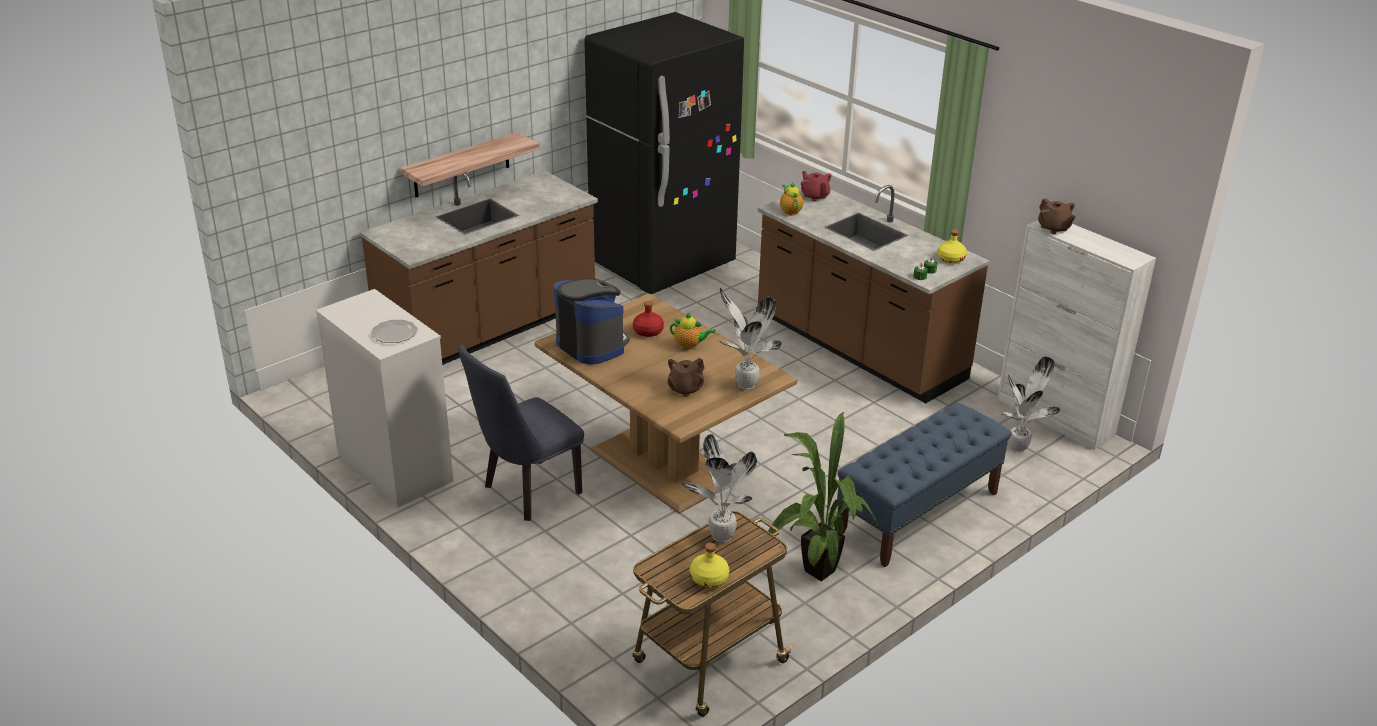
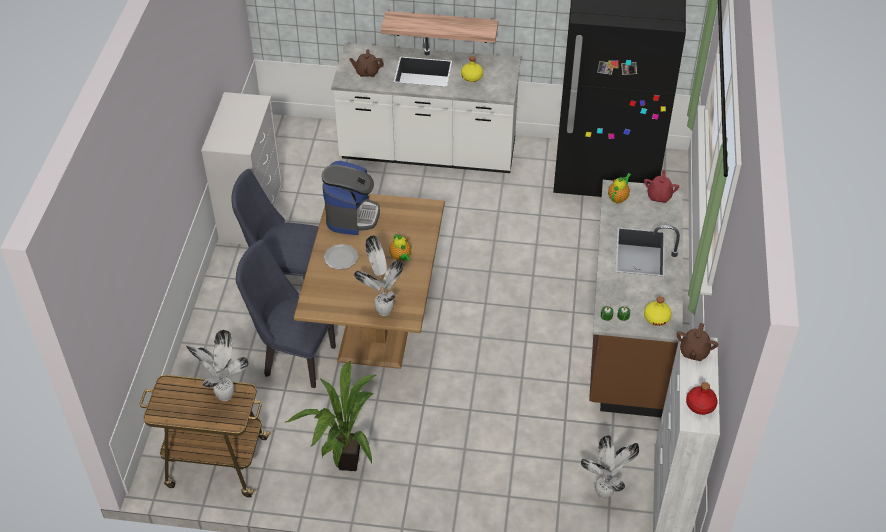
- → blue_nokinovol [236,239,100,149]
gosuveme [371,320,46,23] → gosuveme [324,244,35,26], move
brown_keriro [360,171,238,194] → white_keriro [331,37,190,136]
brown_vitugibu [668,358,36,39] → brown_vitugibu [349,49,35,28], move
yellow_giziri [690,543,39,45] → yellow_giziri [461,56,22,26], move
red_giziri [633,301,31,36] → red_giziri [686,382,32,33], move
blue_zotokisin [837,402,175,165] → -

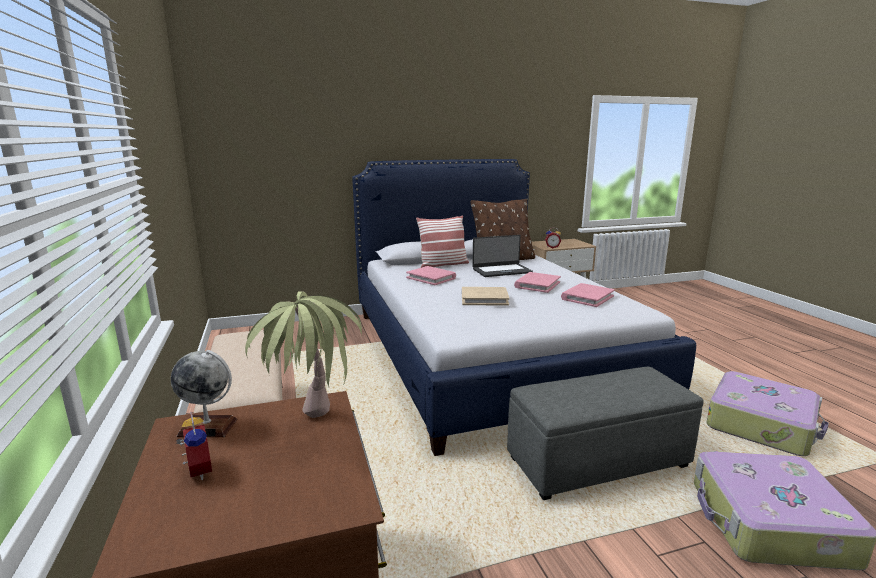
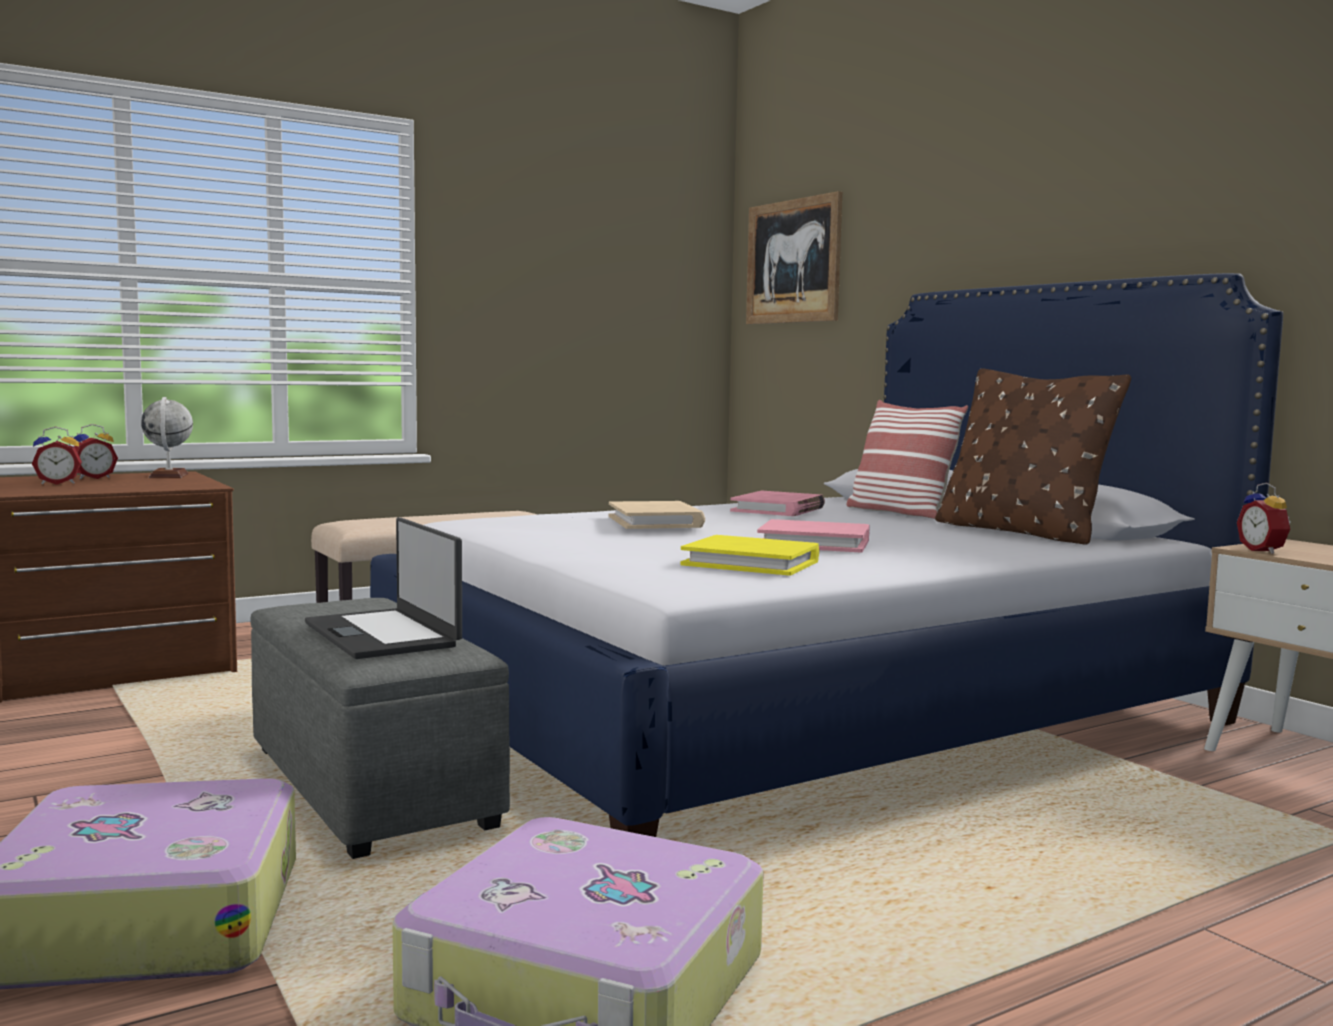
- → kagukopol [32,427,50,58]
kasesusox [472,235,61,42] → kasesusox [305,517,157,142], move
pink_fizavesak [561,283,54,24] → yellow_fizavesak [680,535,139,41]
- → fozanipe [746,191,96,133]
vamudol [245,292,117,126] → -

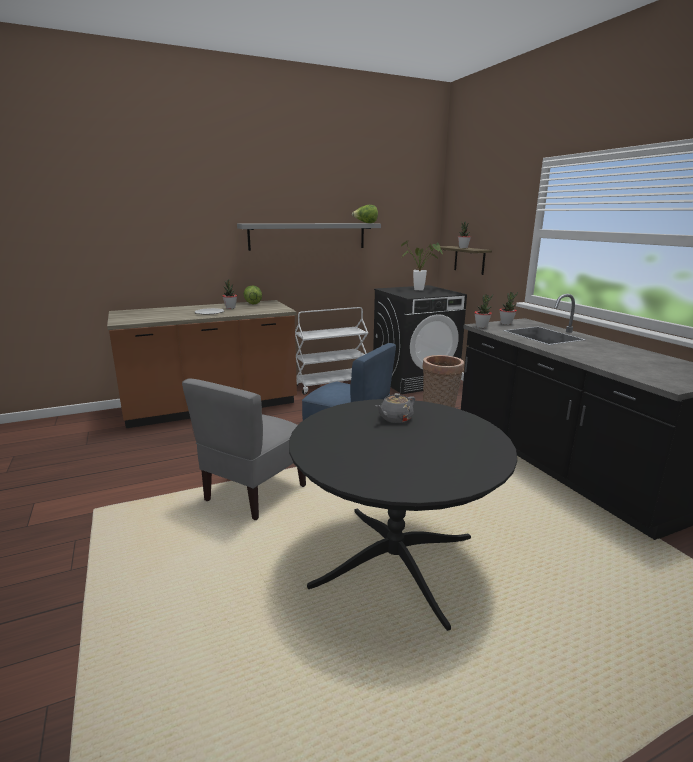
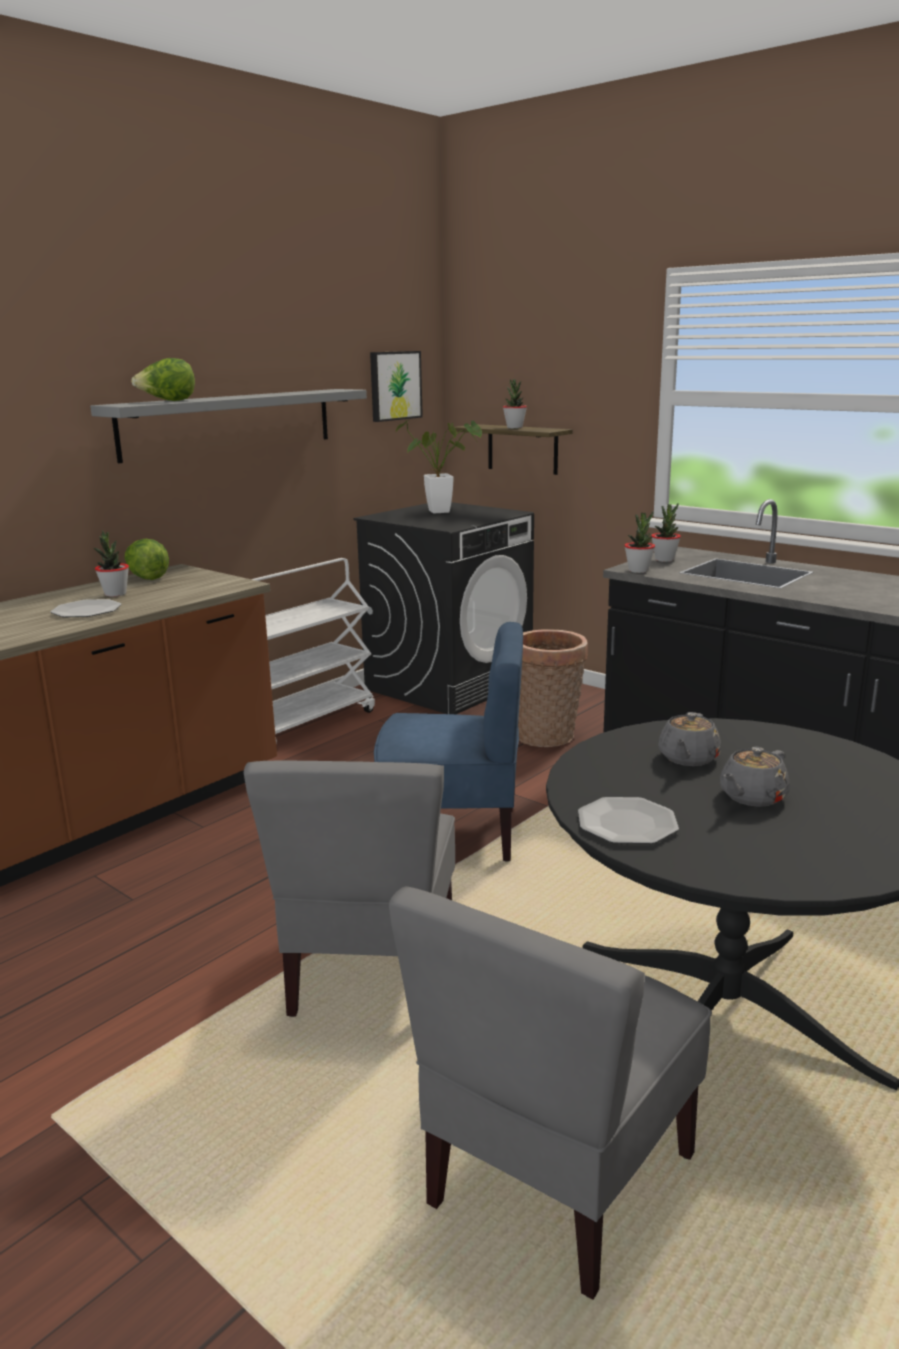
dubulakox [352,205,26,18] → dubulakox [131,358,64,43], move
- → fozanipe [370,351,53,71]
- → grey_nokinovol [389,886,323,414]
- → gosuveme [578,797,101,47]
- → grey_vitugibu [720,747,70,60]

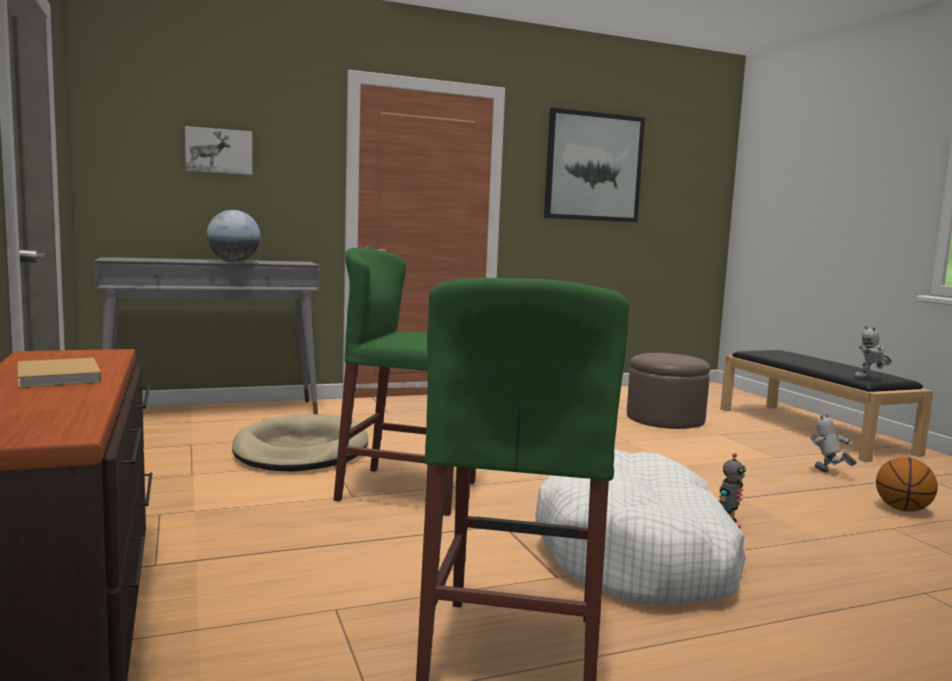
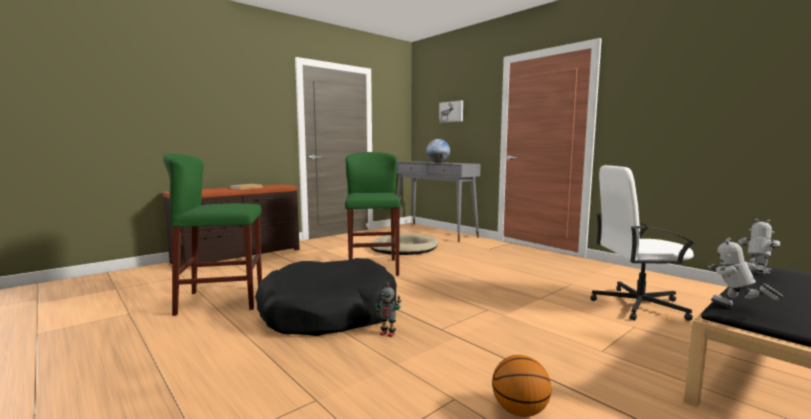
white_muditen [536,449,210,155] → black_muditen [255,258,142,78]
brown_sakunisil [627,353,83,76] → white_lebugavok [591,165,105,156]
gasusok [811,414,46,58] → gasusok [738,219,43,56], move
fozanipe [544,108,101,114] → -

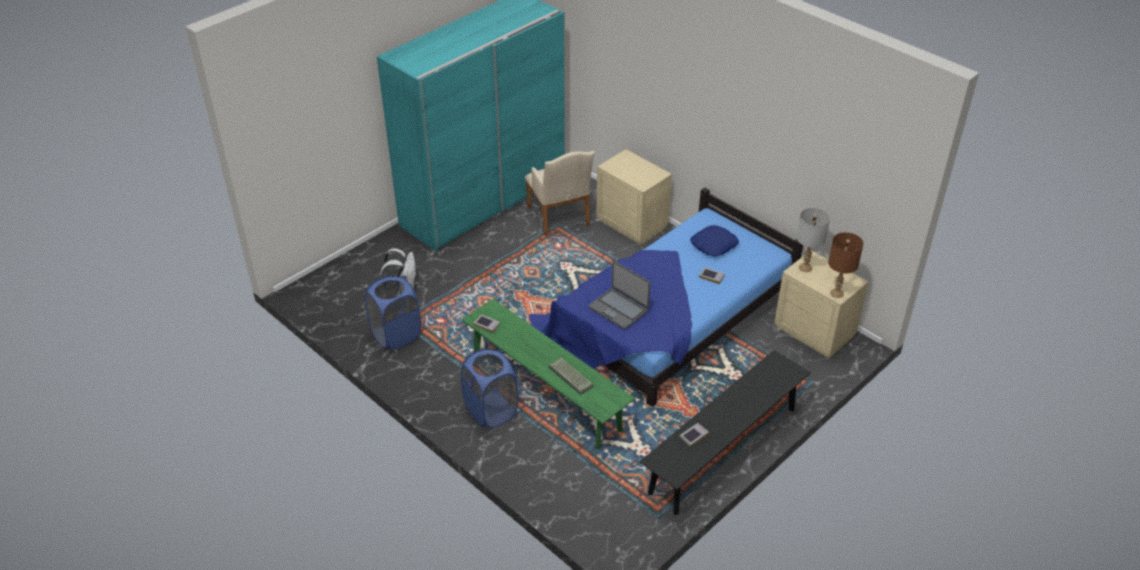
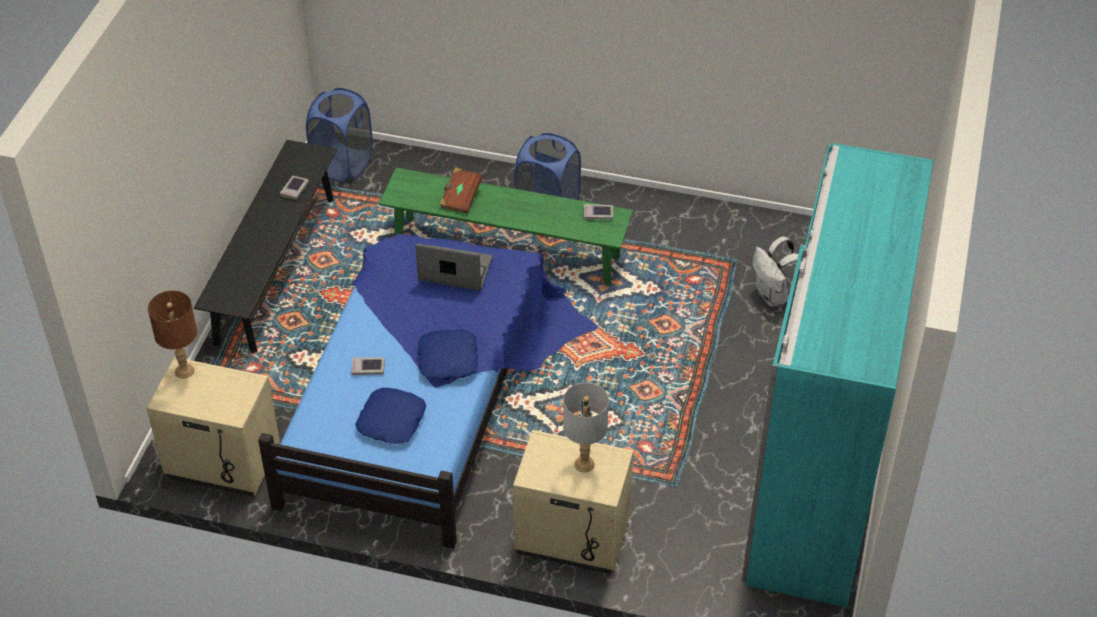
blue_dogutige [365,276,56,74] → blue_dogutige [306,88,67,94], move
- → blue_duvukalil [418,330,60,50]
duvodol [548,358,46,37] → brown_fizavesak [439,167,44,47]
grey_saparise [797,208,33,64] → grey_saparise [563,383,46,89], move
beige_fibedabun [525,151,70,85] → -

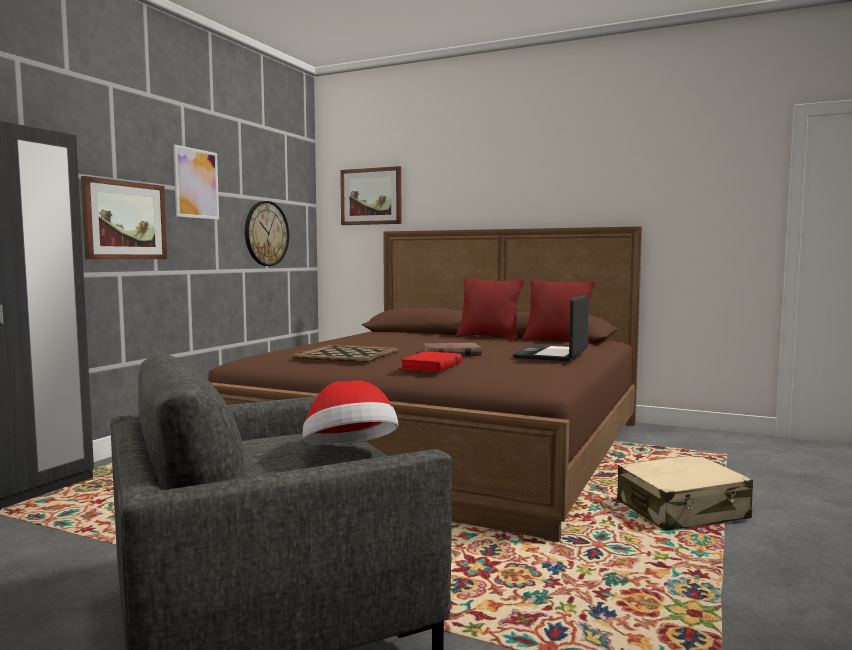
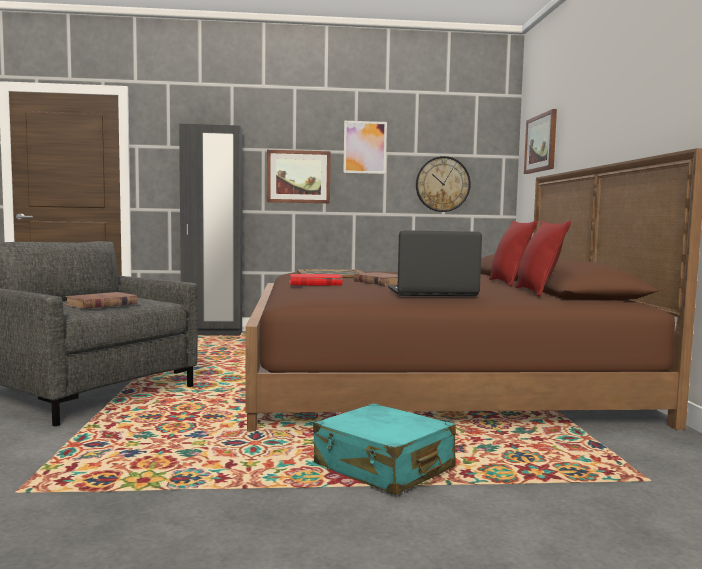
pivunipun [302,380,96,65] → brown_fizavesak [64,292,73,17]
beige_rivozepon [617,454,136,77] → turquoise_rivozepon [313,403,143,92]

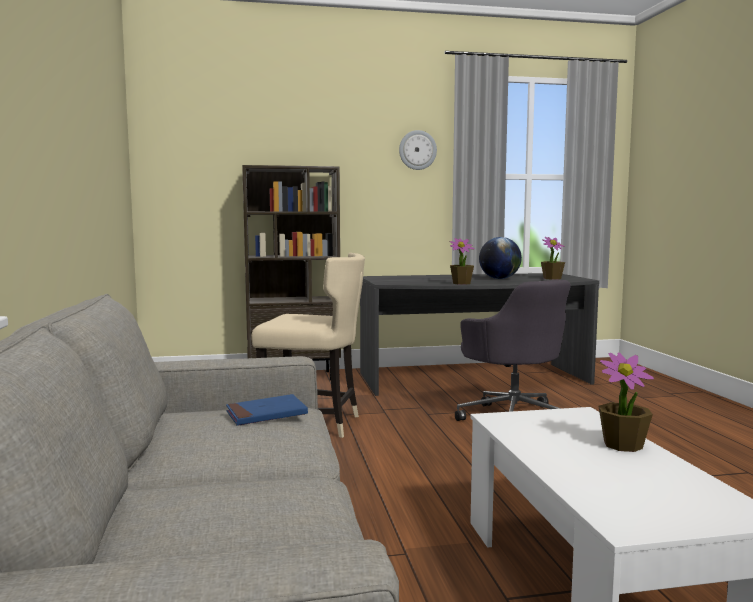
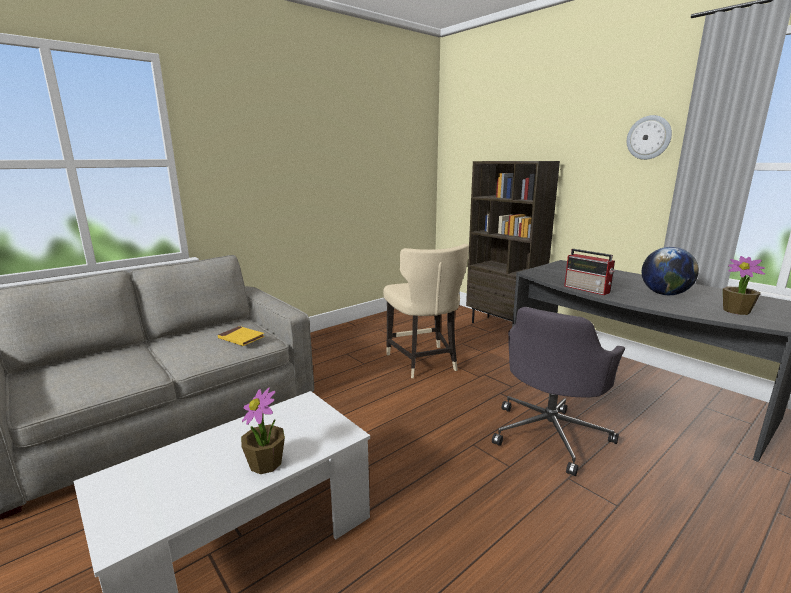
blue_fizavesak [226,394,82,32] → yellow_fizavesak [218,326,47,20]
vamudol [450,238,25,47] → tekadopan [564,249,51,46]

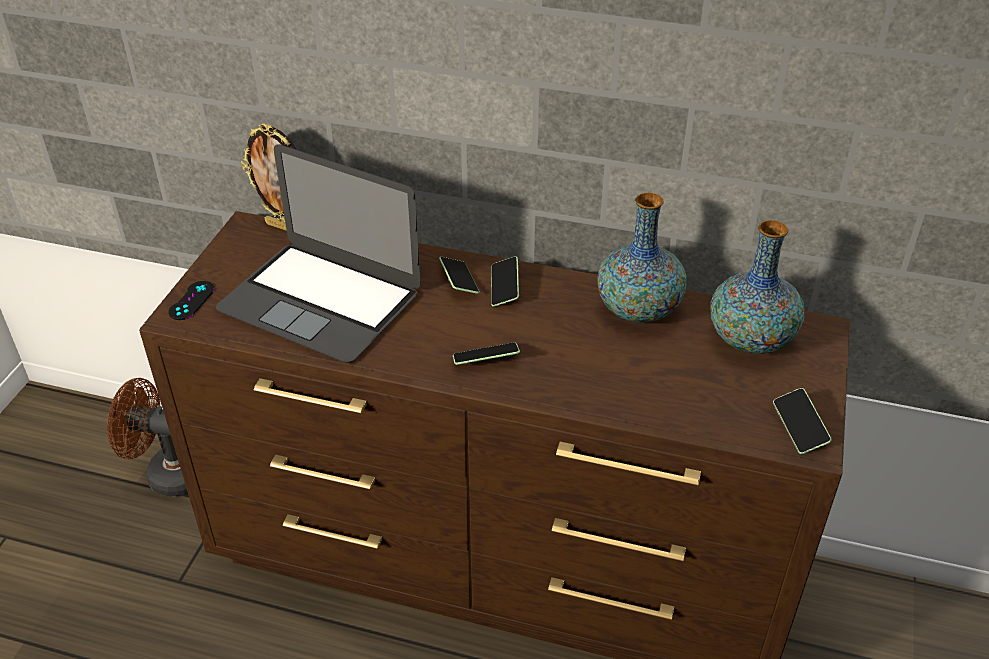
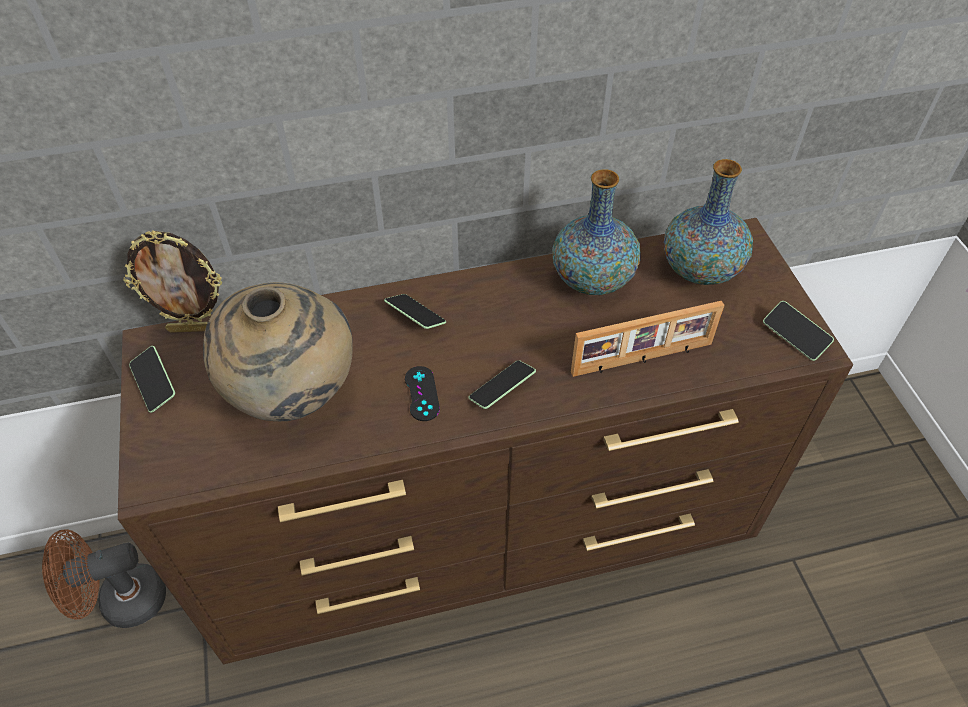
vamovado [491,256,28,51] → vamovado [129,346,46,67], move
kasesusox [216,144,205,219] → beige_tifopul [203,282,150,139]
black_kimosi [168,281,46,39] → black_kimosi [405,366,35,55], move
- → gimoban [571,301,154,76]

